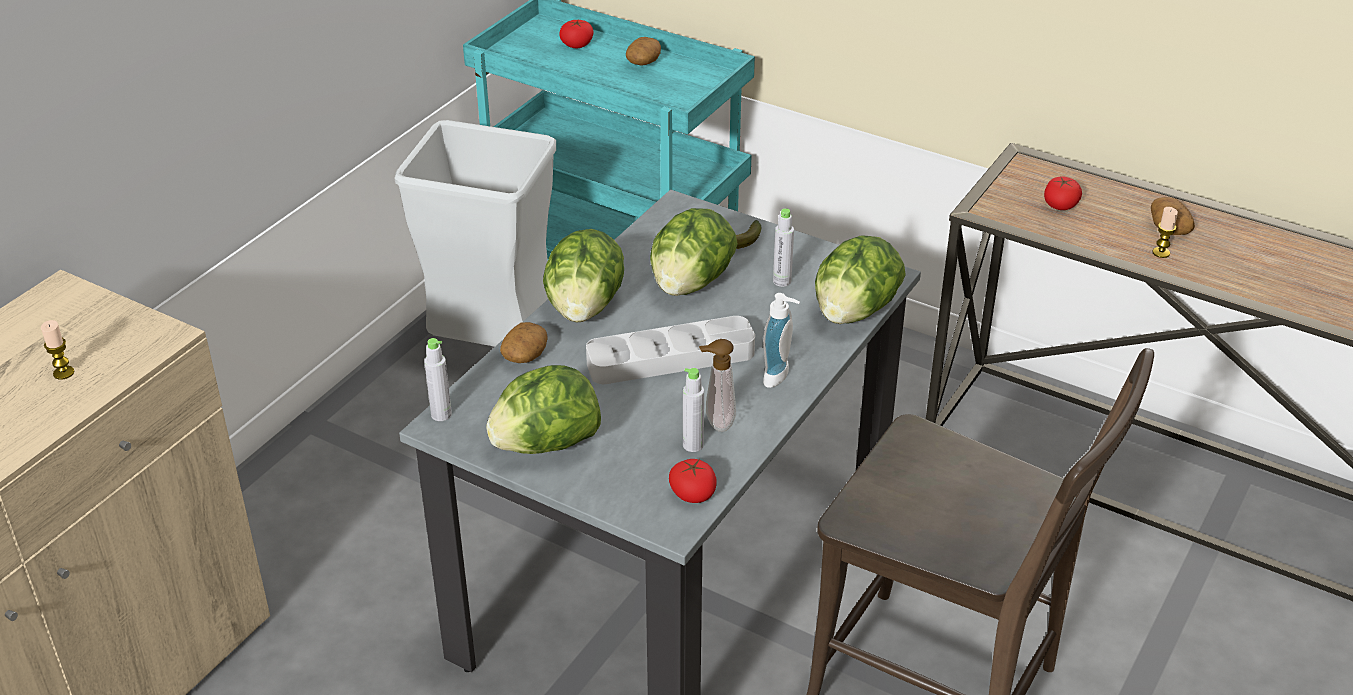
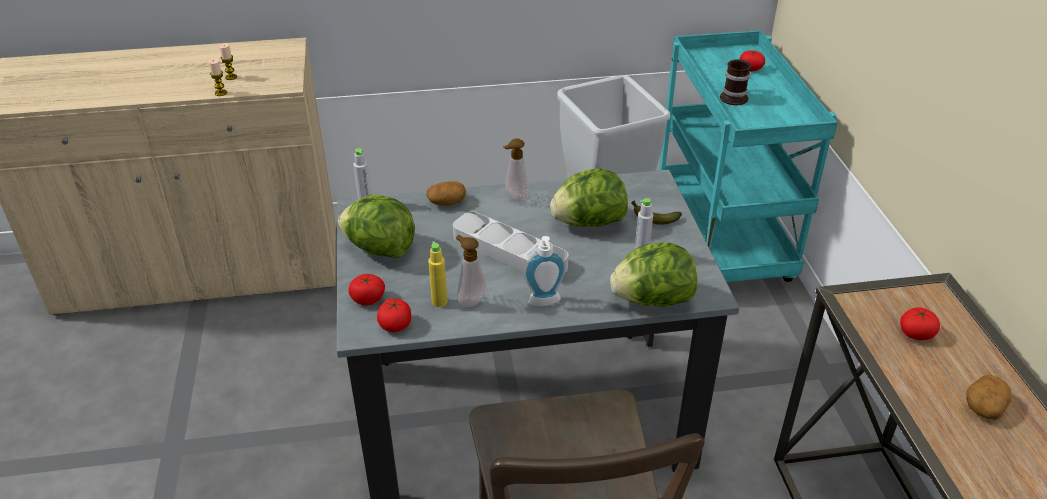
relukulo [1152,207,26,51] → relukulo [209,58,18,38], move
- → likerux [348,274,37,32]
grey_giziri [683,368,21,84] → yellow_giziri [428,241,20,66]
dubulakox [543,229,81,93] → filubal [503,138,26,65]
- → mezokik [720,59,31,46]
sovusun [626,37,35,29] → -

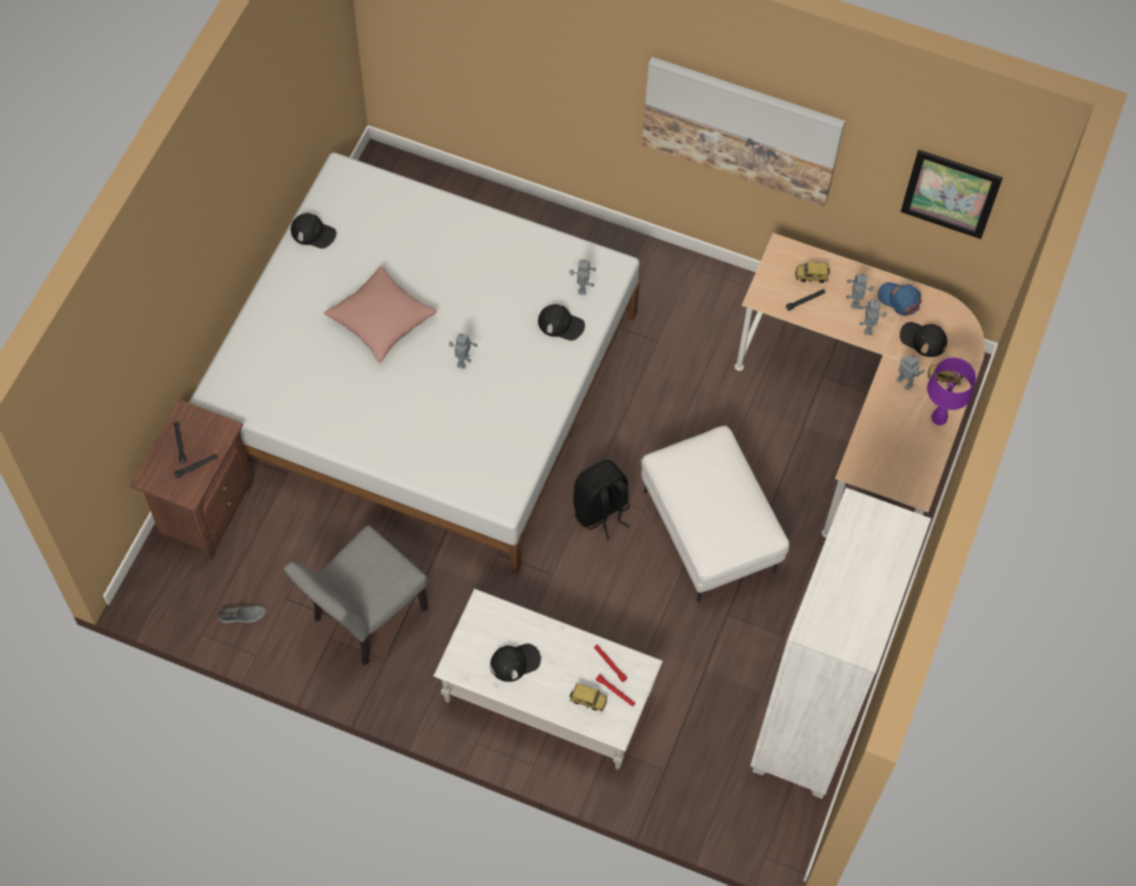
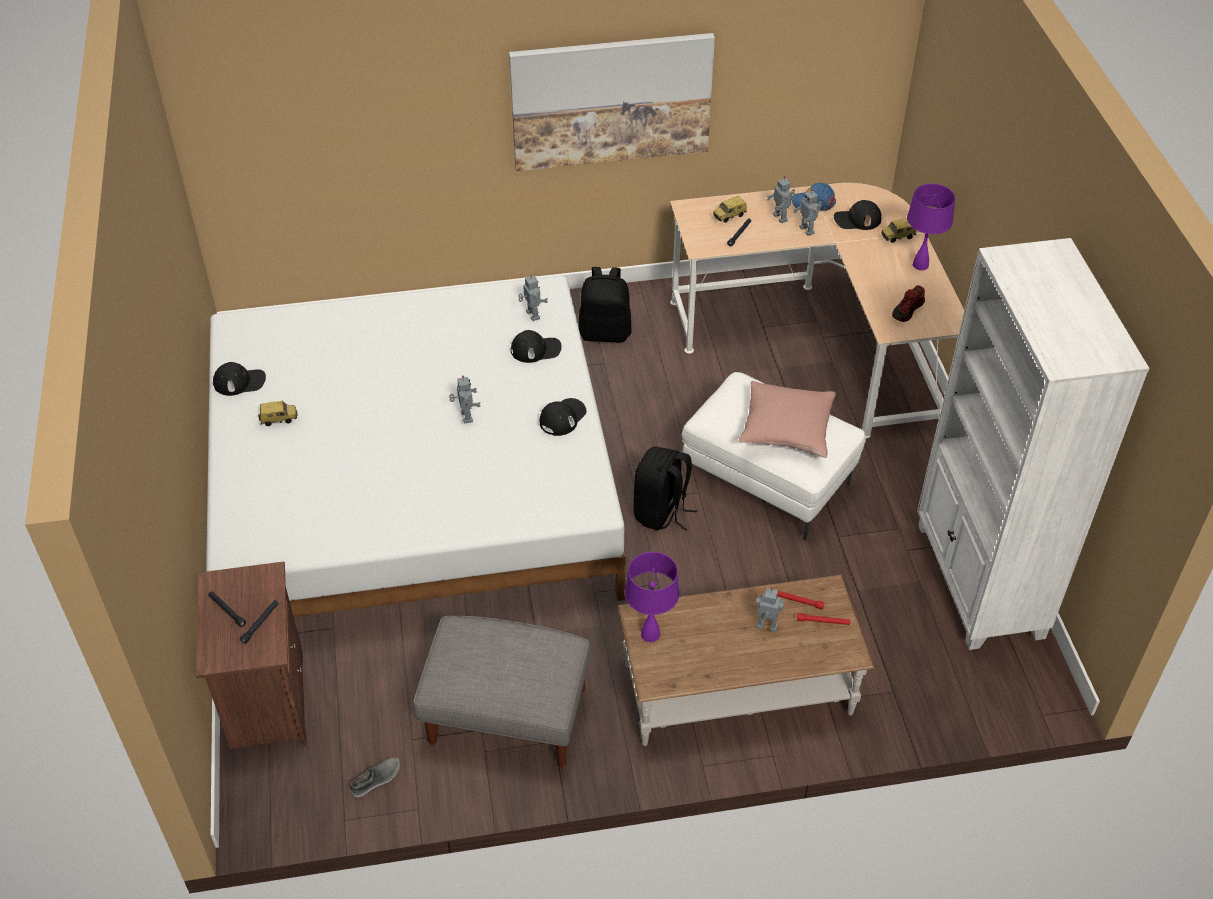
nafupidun [570,683,37,28] → nafupidun [258,401,39,25], move
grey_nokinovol [284,525,144,141] → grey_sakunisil [413,616,178,152]
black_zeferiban [490,644,51,38] → black_zeferiban [540,398,47,38], move
- → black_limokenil [579,267,53,75]
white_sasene [433,589,230,181] → brown_sasene [618,575,256,171]
- → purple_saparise [625,552,54,90]
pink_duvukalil [324,266,113,97] → pink_duvukalil [739,381,97,77], move
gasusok [896,354,28,36] → gasusok [756,588,28,44], move
- → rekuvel [892,285,33,37]
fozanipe [901,150,102,89] → -

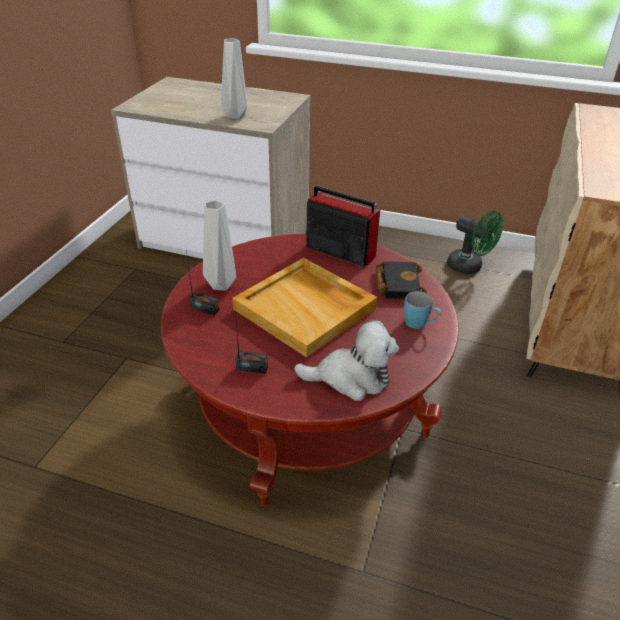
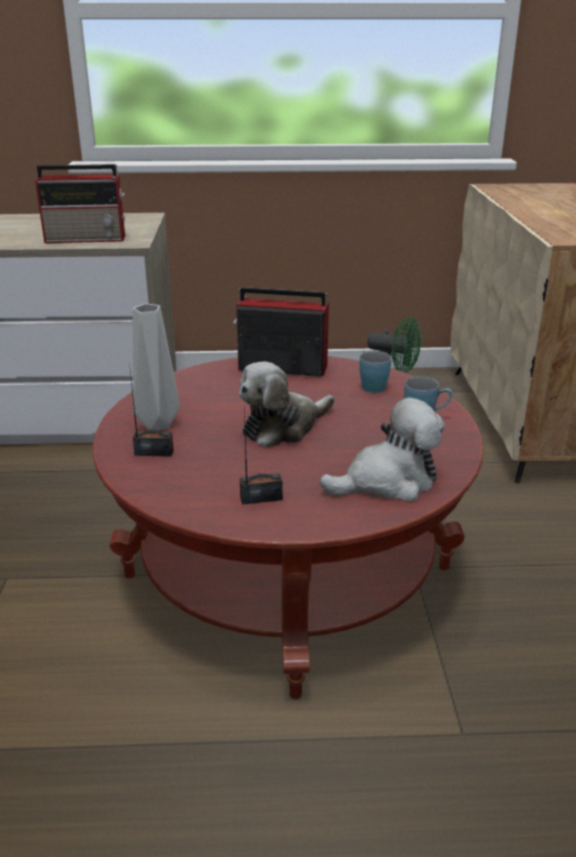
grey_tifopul [221,38,26,81] → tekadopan [35,164,90,79]
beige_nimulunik [232,258,145,100] → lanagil [239,362,95,86]
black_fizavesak [376,261,51,38] → blue_mezokik [359,351,32,42]

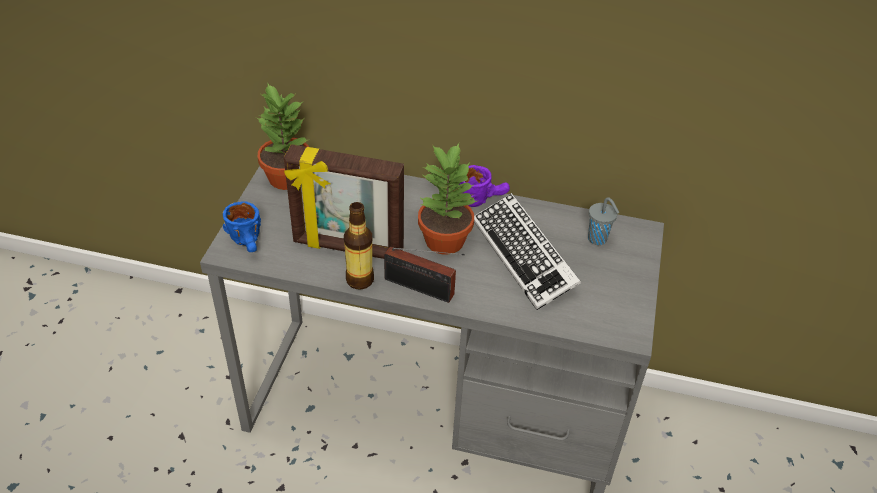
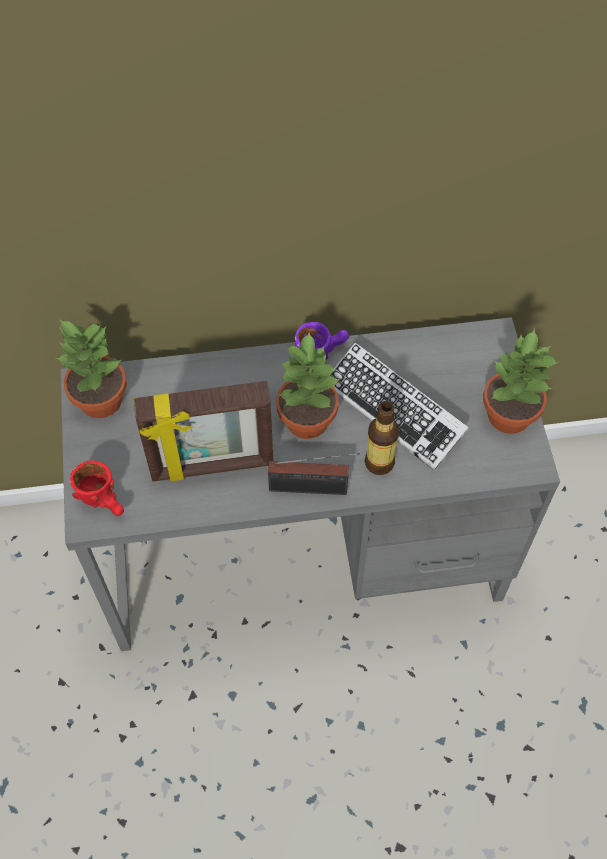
blue_mezokik [223,201,38,51] → red_mezokik [70,460,54,56]
giziri [344,202,30,87] → giziri [365,401,34,74], move
- → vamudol [483,329,75,105]
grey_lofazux [588,197,31,48] → -

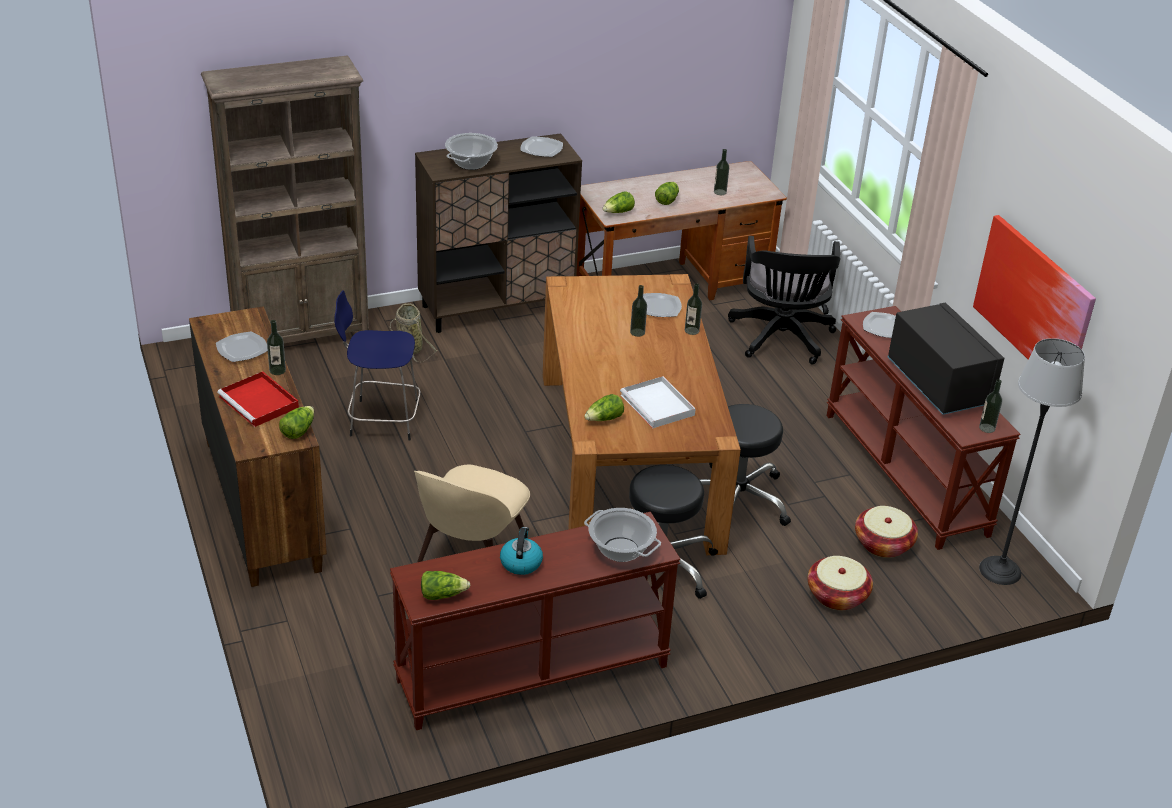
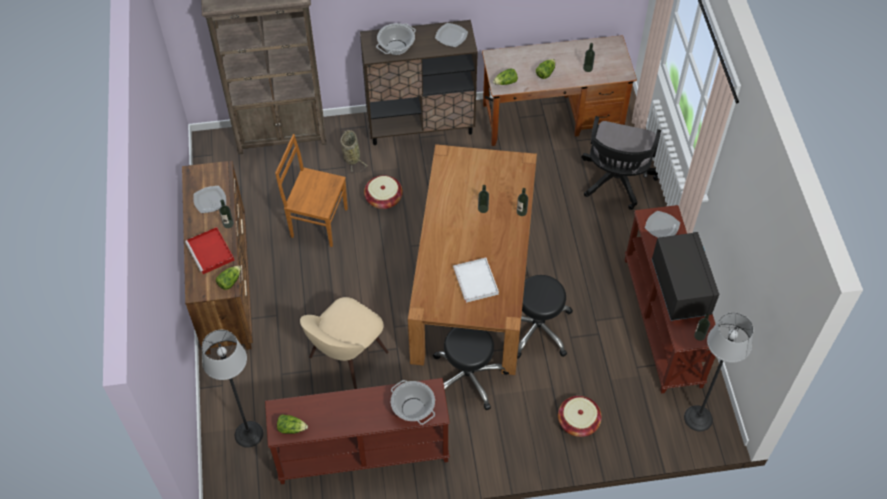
- → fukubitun [202,330,61,117]
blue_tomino [334,290,87,150] → brown_nokinovol [275,134,73,113]
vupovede [855,506,63,52] → vupovede [364,175,39,34], move
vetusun [500,527,43,48] → -
dubulakox [584,394,40,27] → -
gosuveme [643,293,39,24] → -
fozanipe [973,215,123,144] → -

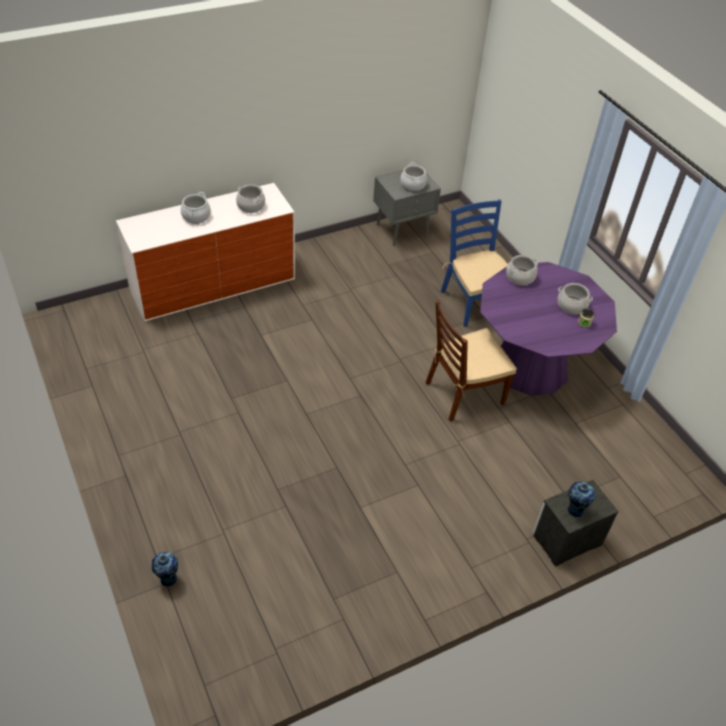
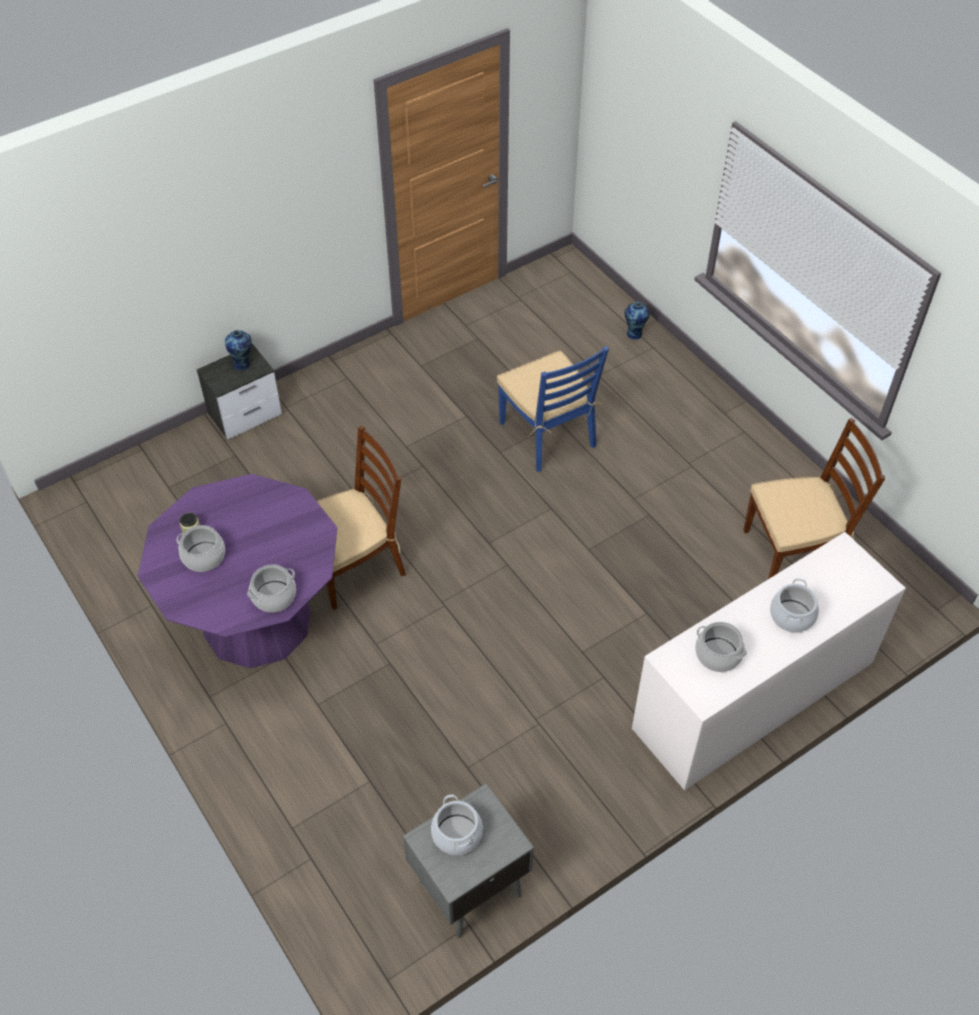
blue_nokinovol [441,200,67,127] → blue_nokinovol [497,346,112,126], move
- → brown_nokinovol [744,418,141,161]

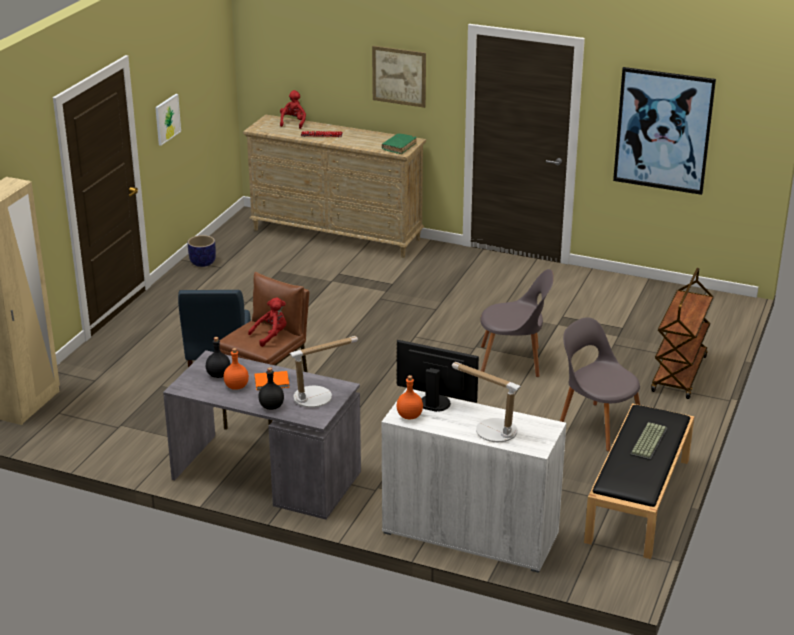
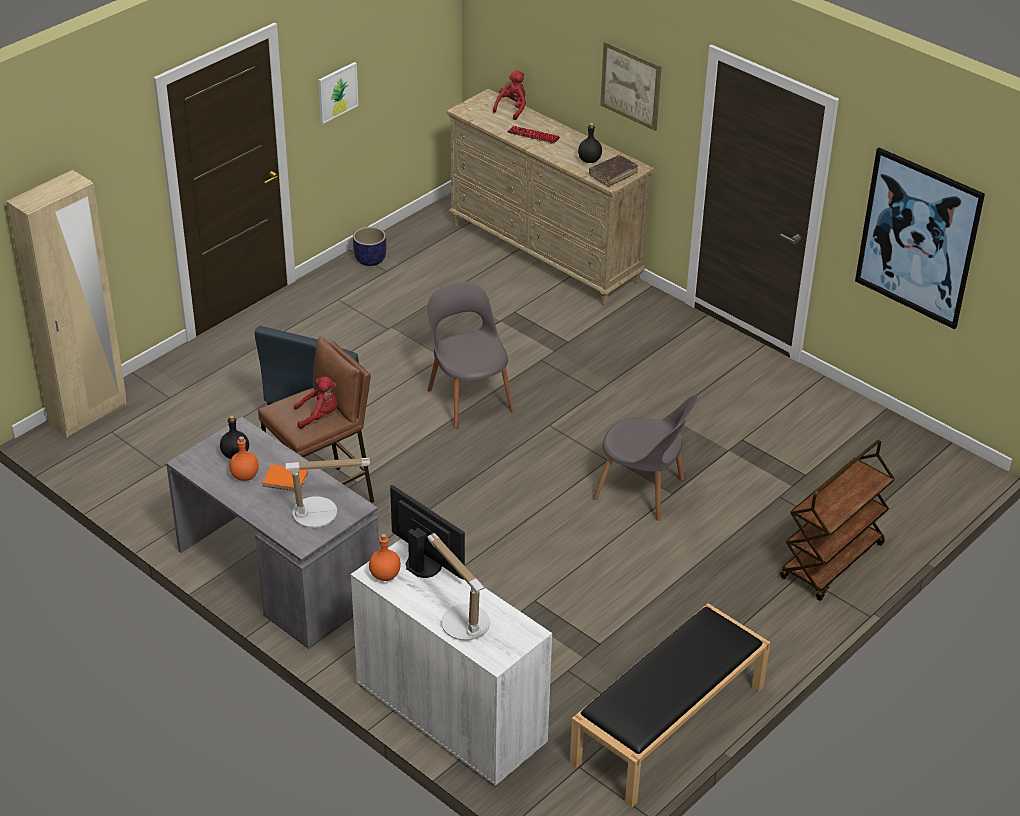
grey_nokinovol [560,317,80,135] → grey_nokinovol [428,282,86,147], move
black_giziri [258,367,26,43] → black_giziri [578,123,24,40], move
green_fizavesak [382,134,35,20] → brown_fizavesak [589,155,49,32]
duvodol [630,422,38,39] → -

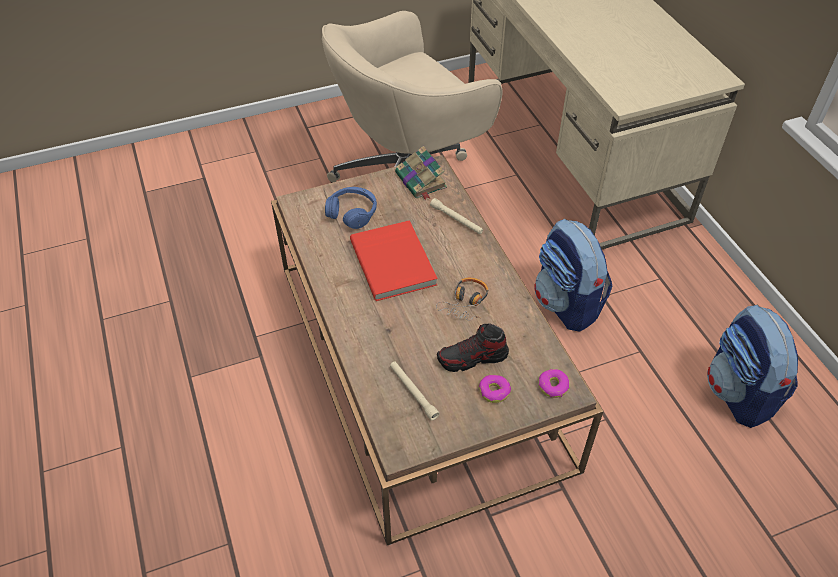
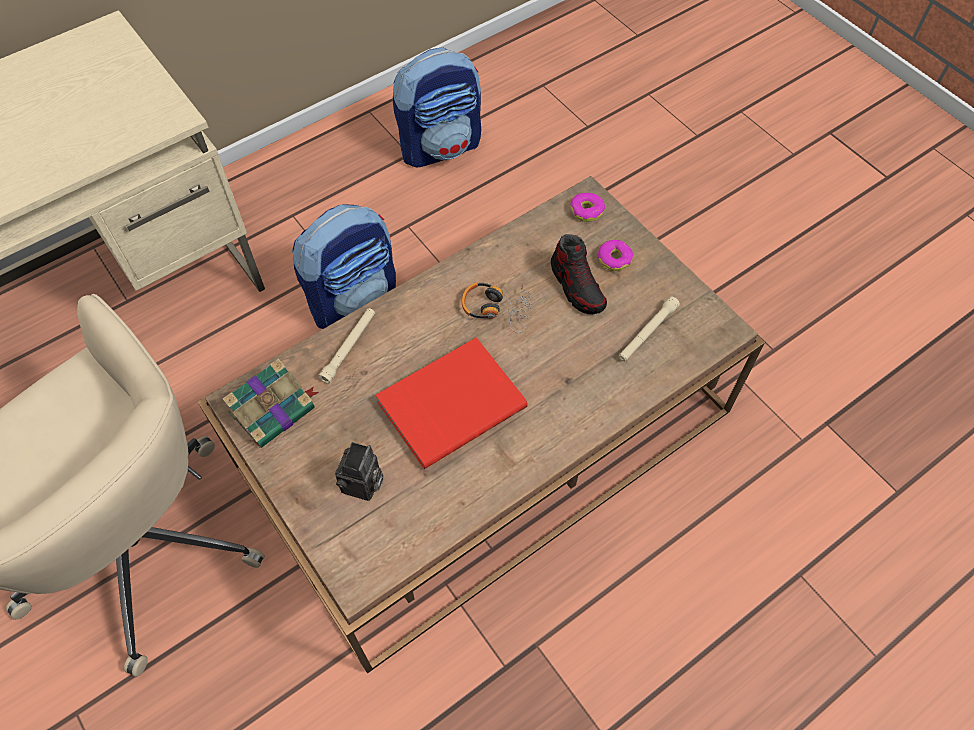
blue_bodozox [325,187,52,42] → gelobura [335,442,48,59]

